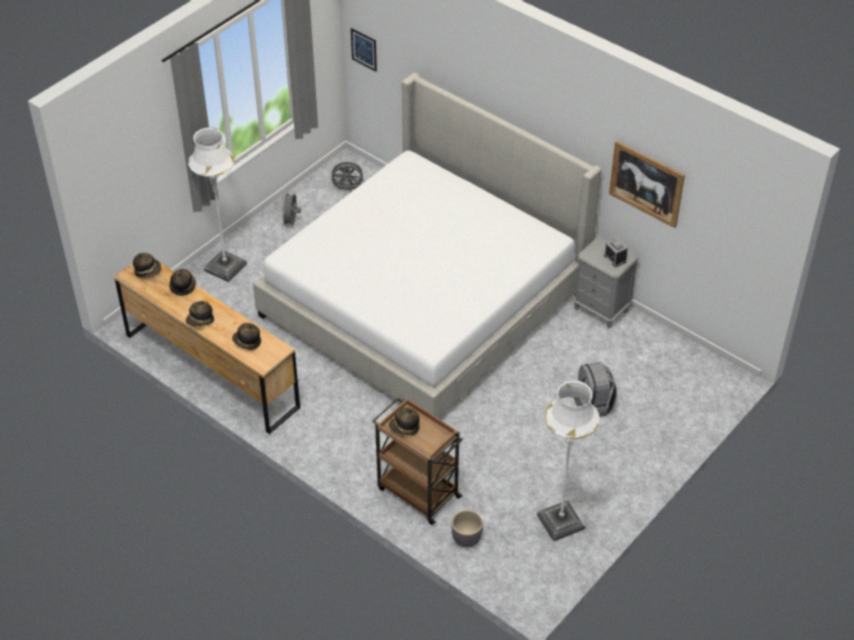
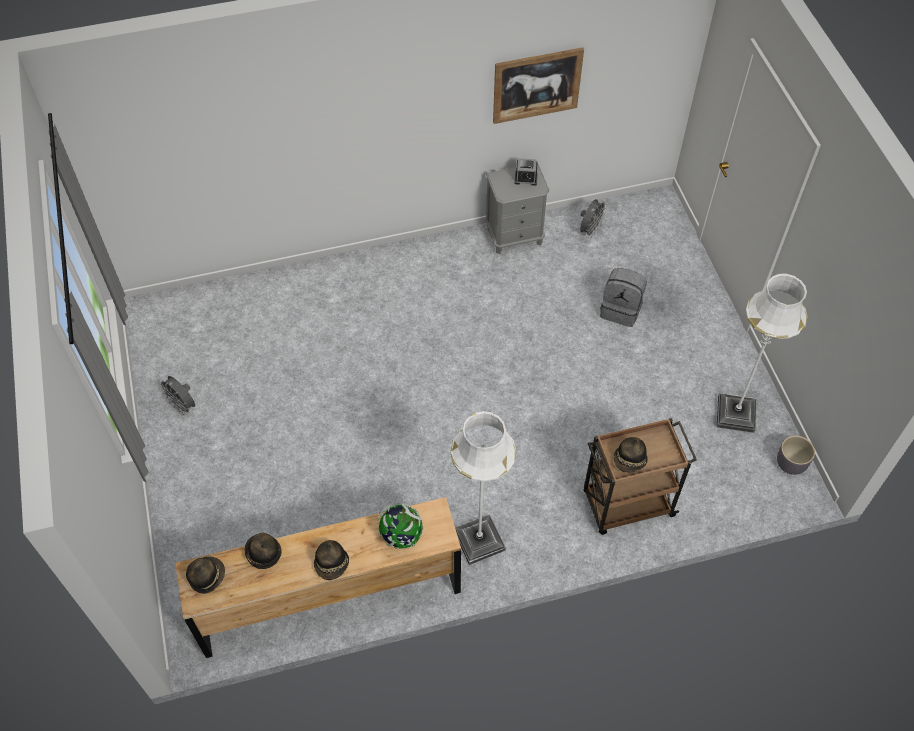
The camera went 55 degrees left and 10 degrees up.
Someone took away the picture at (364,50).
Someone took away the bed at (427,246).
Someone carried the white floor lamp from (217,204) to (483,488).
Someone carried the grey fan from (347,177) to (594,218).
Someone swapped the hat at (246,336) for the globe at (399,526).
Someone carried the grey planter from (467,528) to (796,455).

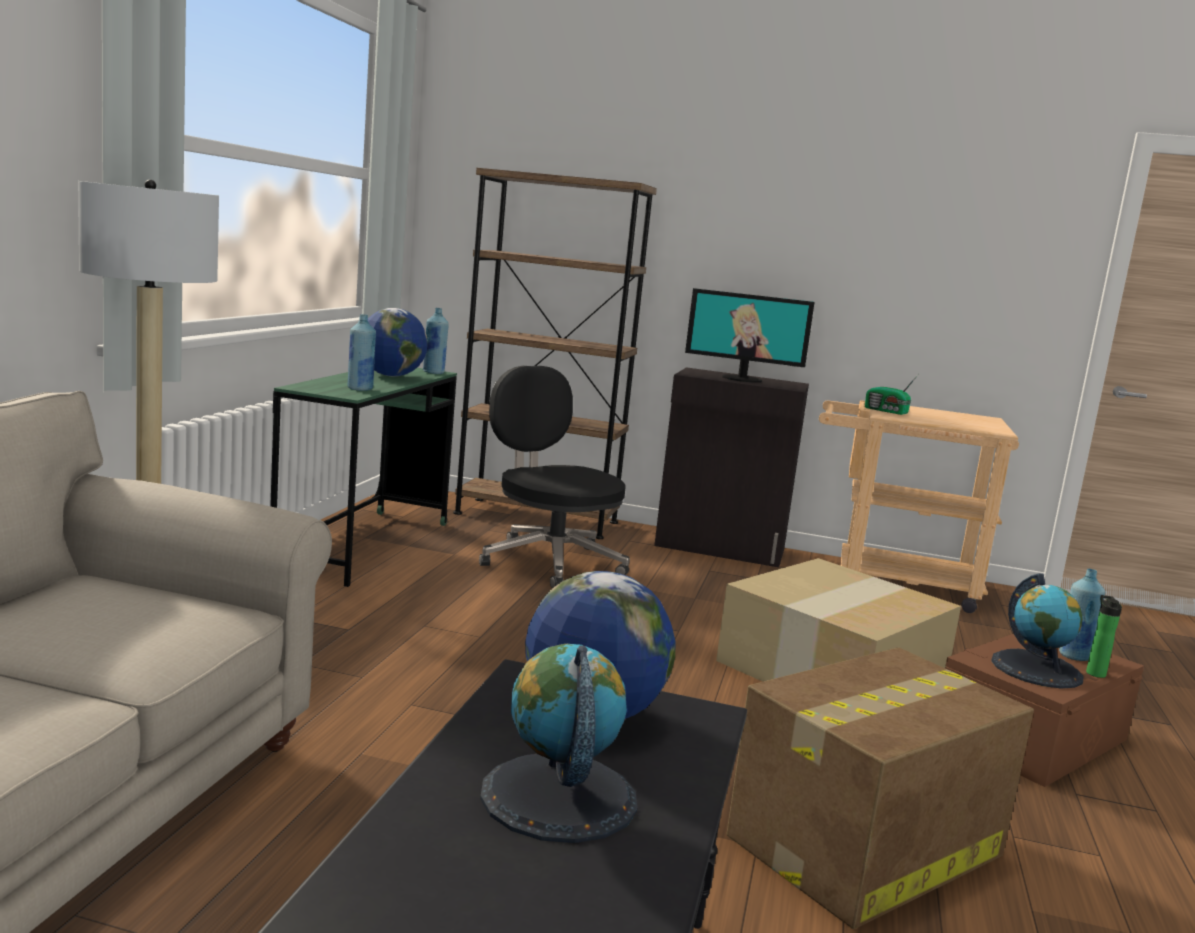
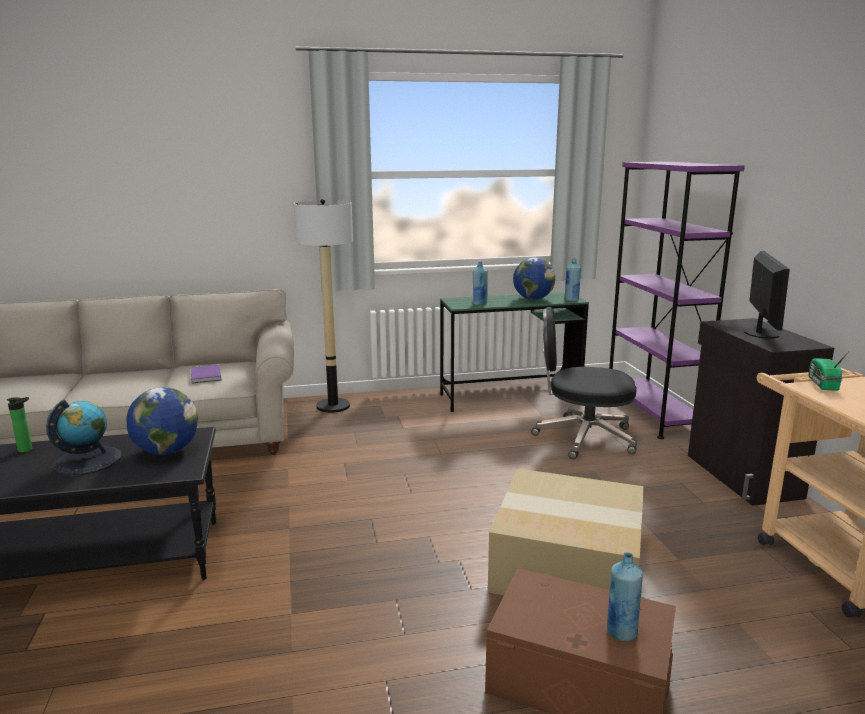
The camera went 65 degrees right and 5 degrees up.
Someone repainted the brown bookcase at (555,353), which became the purple bookcase at (677,300).
Someone rotated the monitor at (750,335) by 150 degrees counterclockwise.
Someone rotated the black office chair at (554,477) by 105 degrees counterclockwise.
Someone took away the globe at (1037,630).
Someone carried the bottle from (1104,636) to (19,424).
Someone took away the cardboard box at (880,788).
Someone put down the purple book at (206,374).

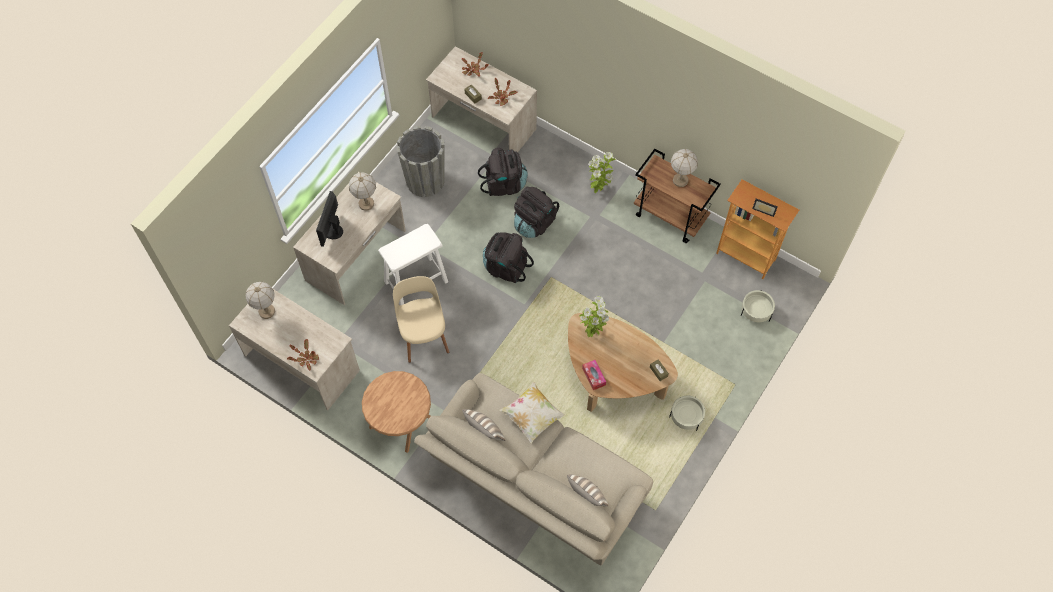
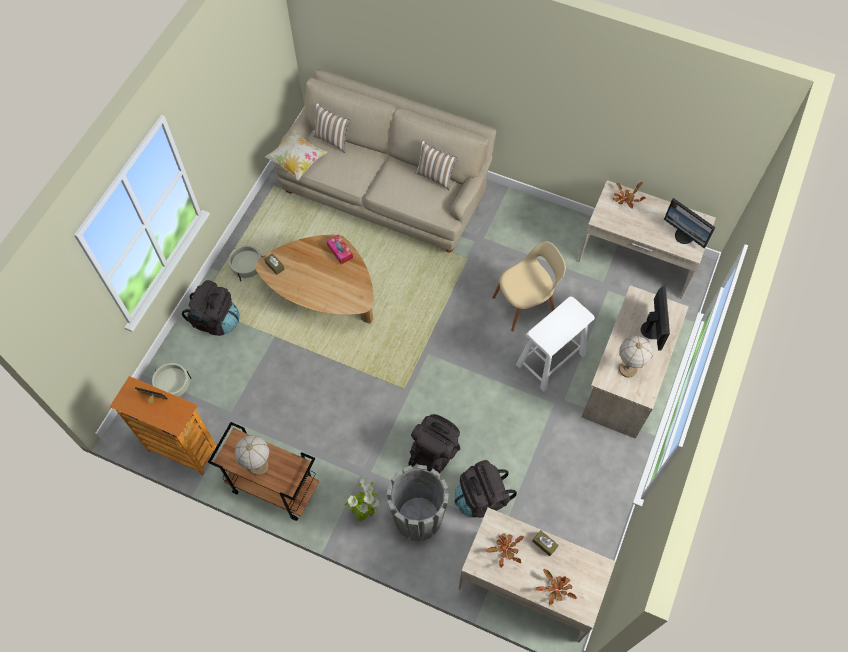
The camera went 170 degrees right and 0 degrees up.
Someone carried the grey planter from (420,161) to (418,503).
Someone carried the black backpack from (508,257) to (210,308).
Someone rotated the beige chair at (421,319) by 90 degrees counterclockwise.
Someone swapped the table lamp at (260,300) for the monitor at (690,223).
Someone took away the potted plant at (594,316).
Someone took away the brown side table at (396,412).
Someone carried the pillow from (532,412) to (296,155).

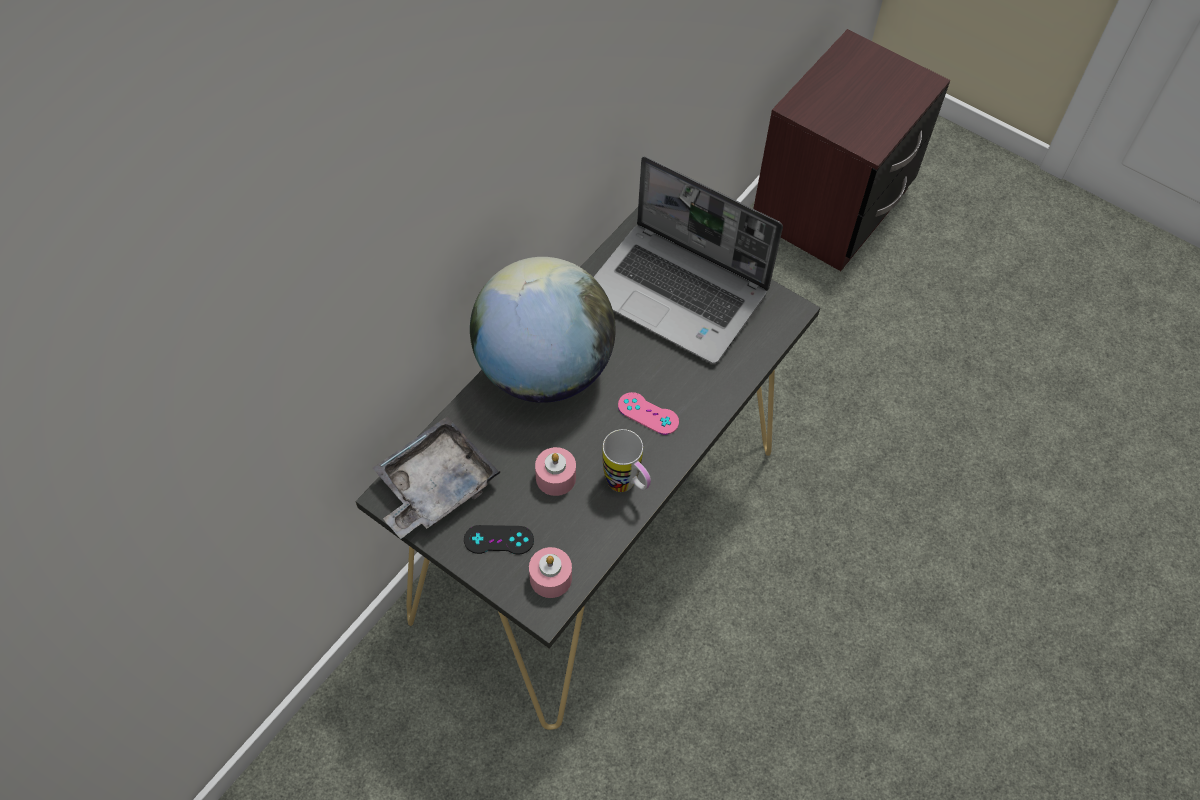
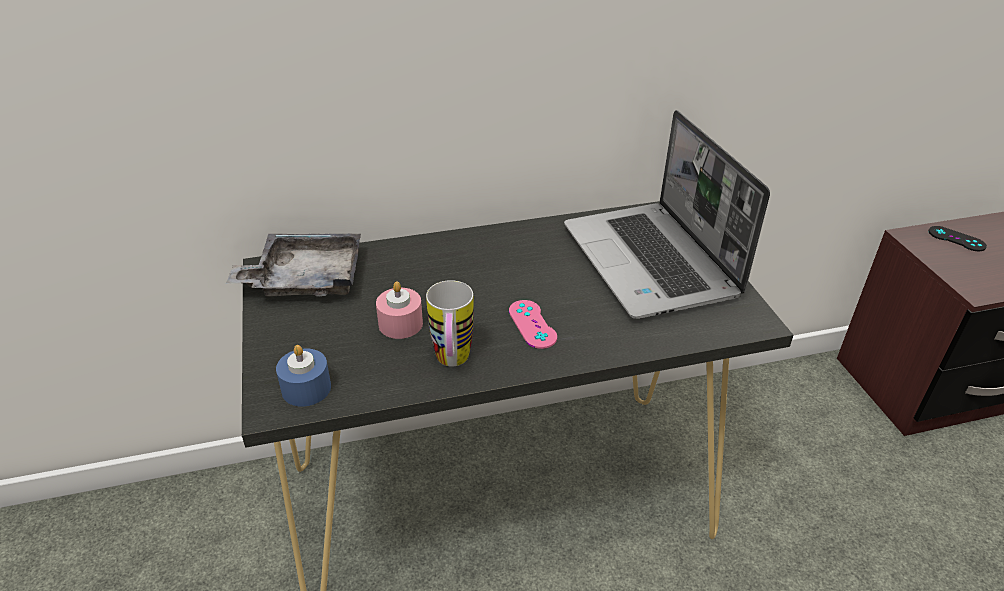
The camera went 40 degrees right and 20 degrees down.
Someone took away the globe at (543,330).
Someone carried the black game controller from (499,540) to (957,238).
Someone repainted the pink candle at (550,572), which became the blue candle at (303,376).

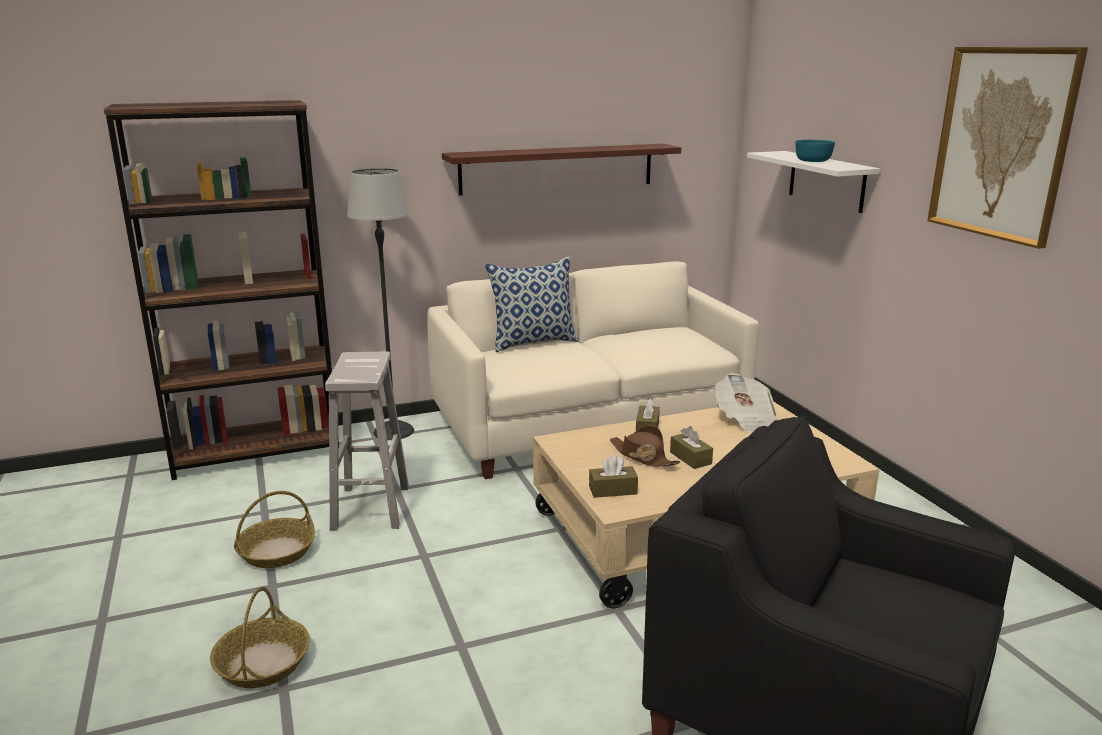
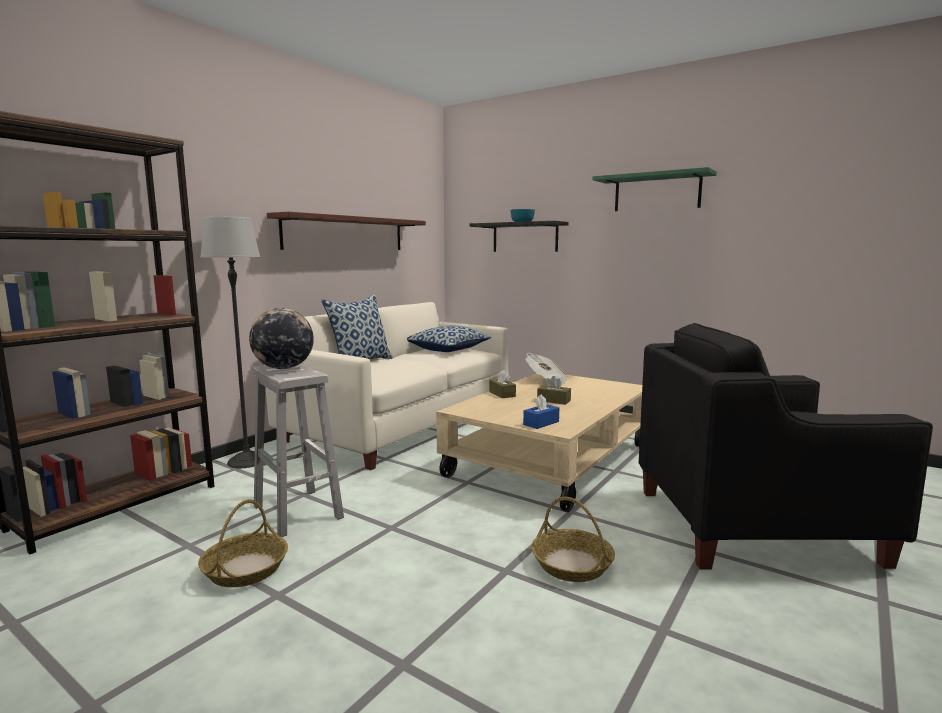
The camera went 35 degrees left and 10 degrees down.
Someone swapped the picture at (1007,148) for the green shelf at (655,189).
Someone repainted the white shelf at (813,182), which became the black shelf at (519,236).
Someone took away the brown hat at (645,446).
Someone repainted the brown tissue box at (613,476), which became the blue tissue box at (541,411).
Someone carried the basket from (260,637) to (573,539).
Someone put down the globe at (281,338).
Someone put down the pillow at (449,338).

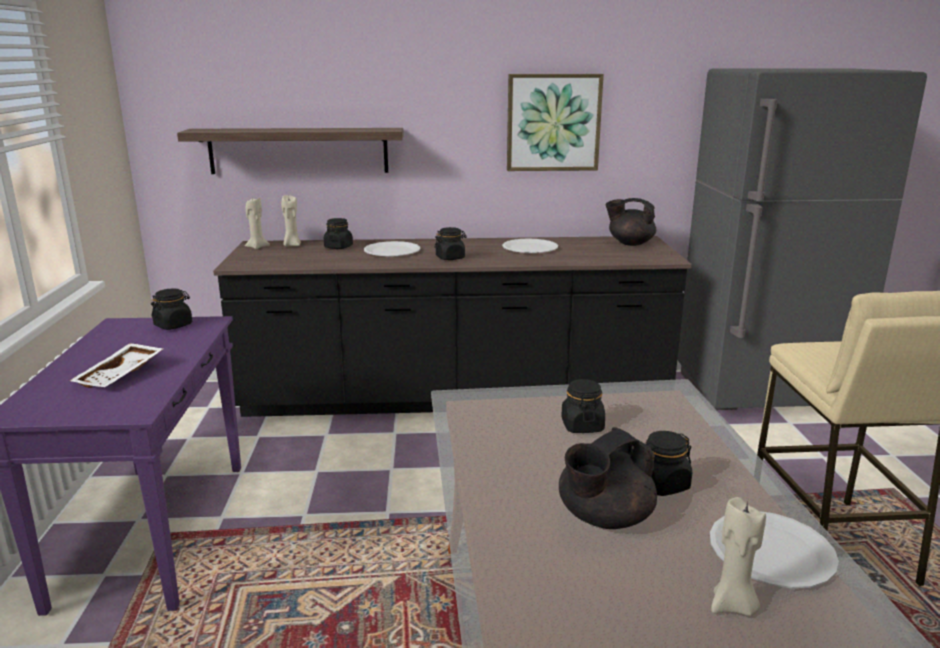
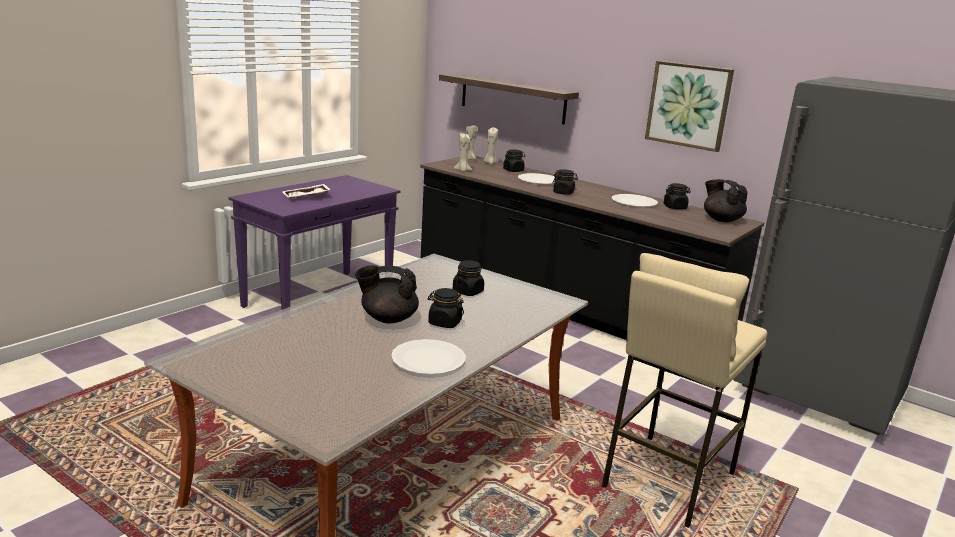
The camera went 40 degrees right and 0 degrees up.
Someone carried the black jar from (171,309) to (677,196).
Someone carried the beige candle from (738,556) to (463,152).

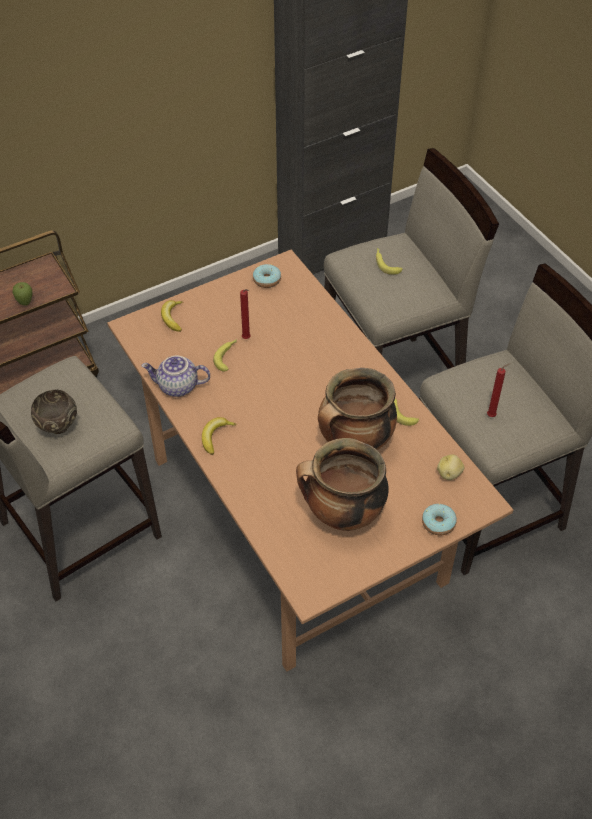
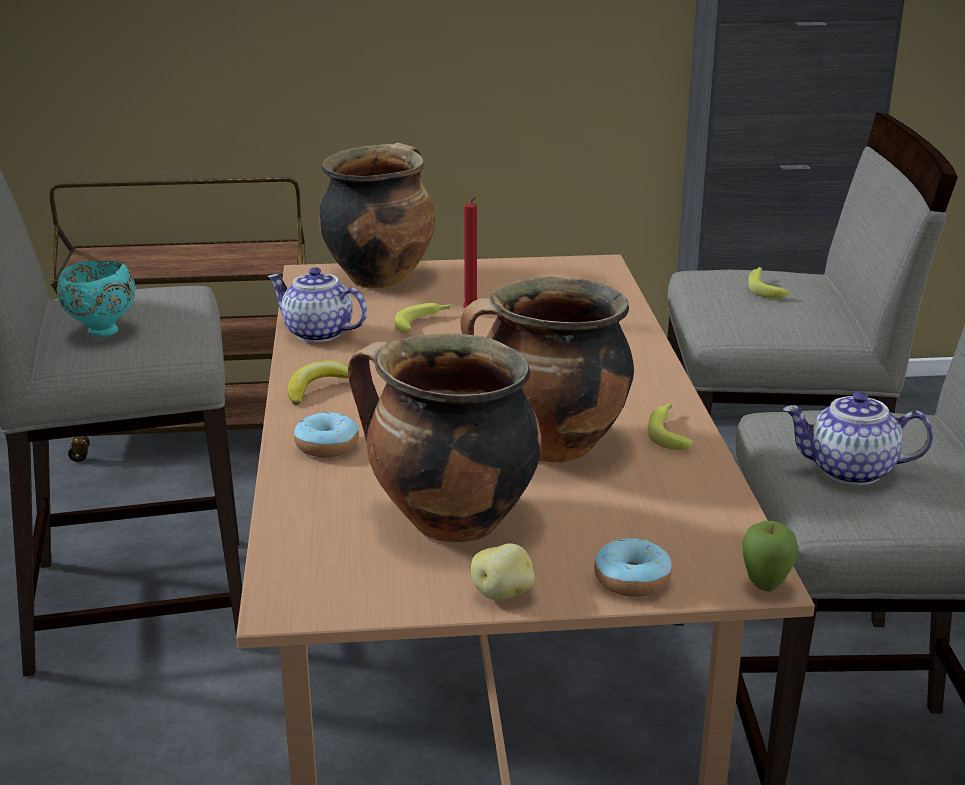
The camera went 25 degrees right and 25 degrees down.
Someone carried the donut from (267,276) to (326,434).
Someone carried the apple from (22,294) to (770,556).
Someone swapped the banana at (172,316) for the cooking pot at (376,215).
Someone swapped the red candle at (499,390) for the teapot at (858,438).
Someone repainted the brown bowl at (54,412), which became the turquoise bowl at (96,299).
Someone carried the potato from (451,467) to (503,571).

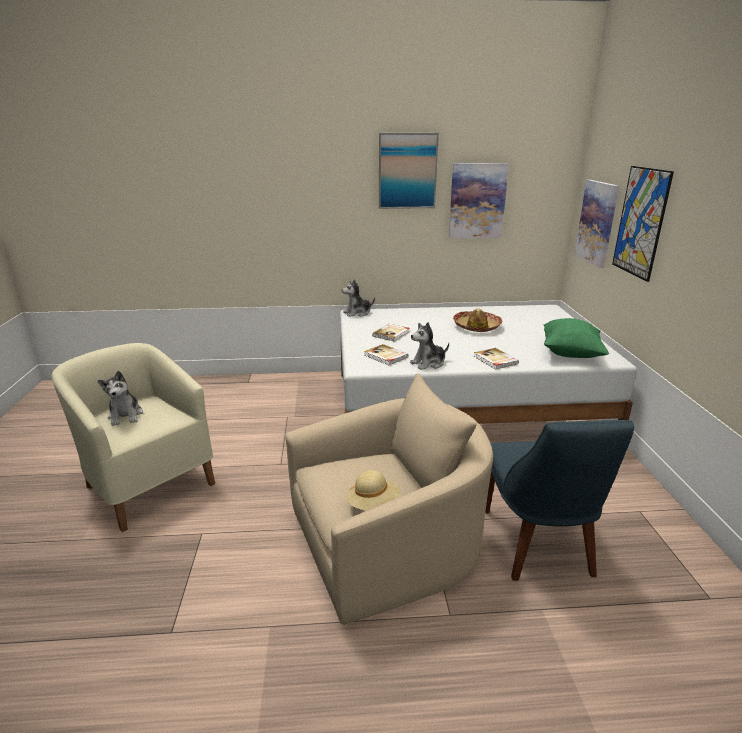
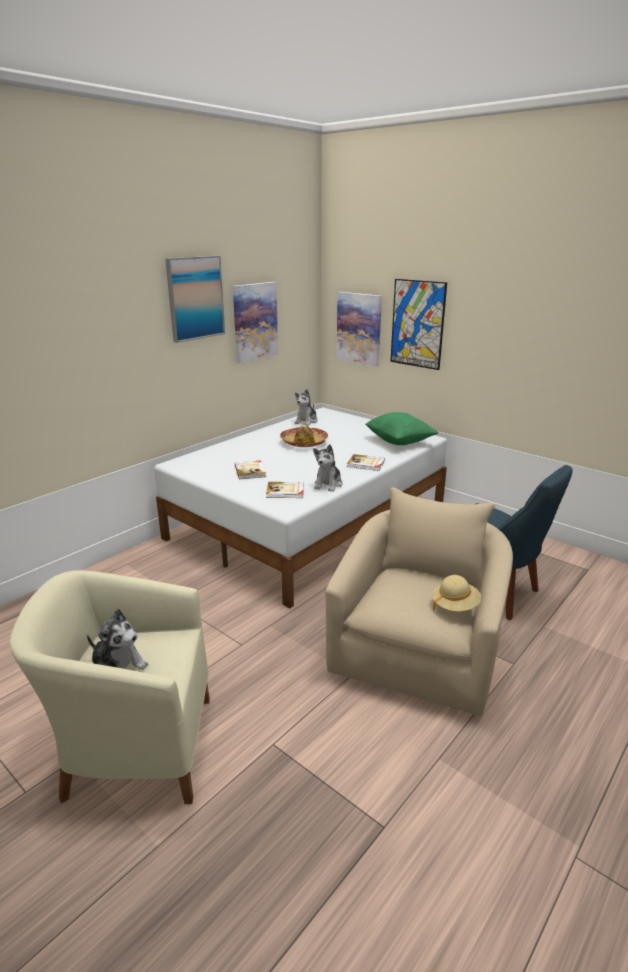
The camera went 45 degrees left and 0 degrees up.
Someone carried the plush toy from (358,298) to (306,407).

